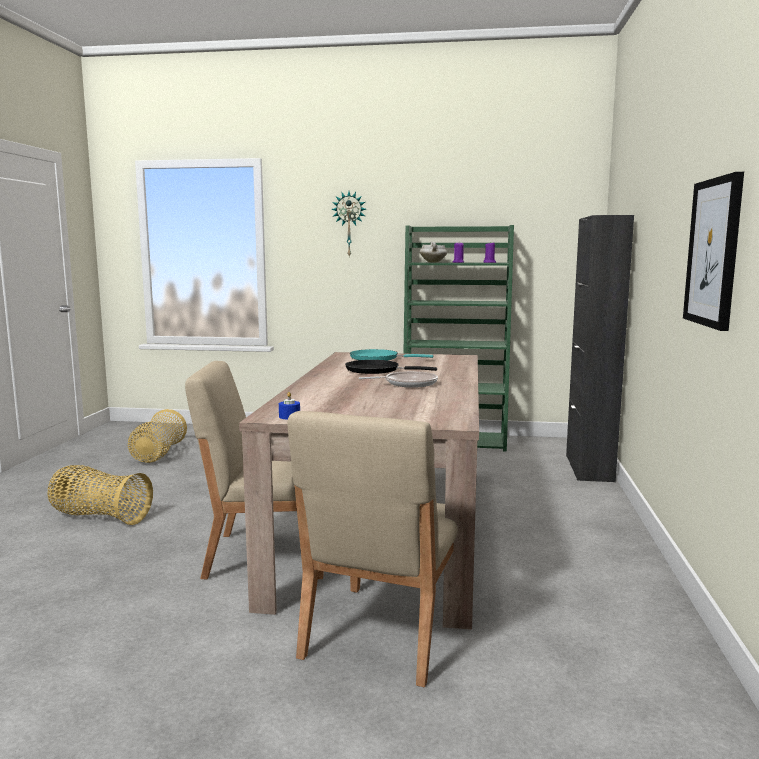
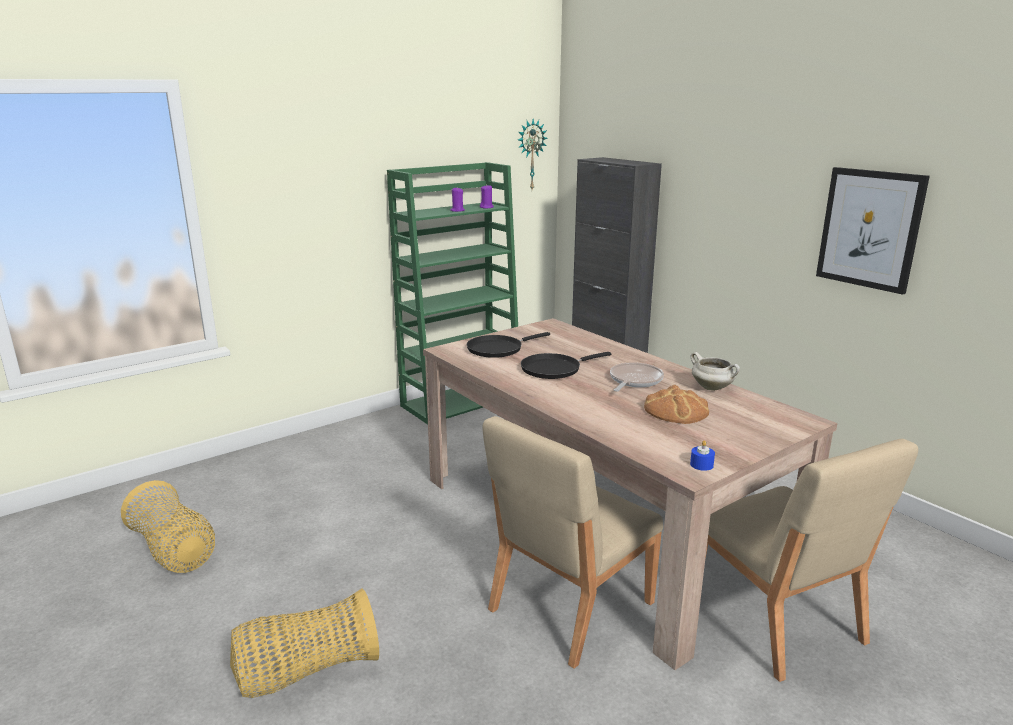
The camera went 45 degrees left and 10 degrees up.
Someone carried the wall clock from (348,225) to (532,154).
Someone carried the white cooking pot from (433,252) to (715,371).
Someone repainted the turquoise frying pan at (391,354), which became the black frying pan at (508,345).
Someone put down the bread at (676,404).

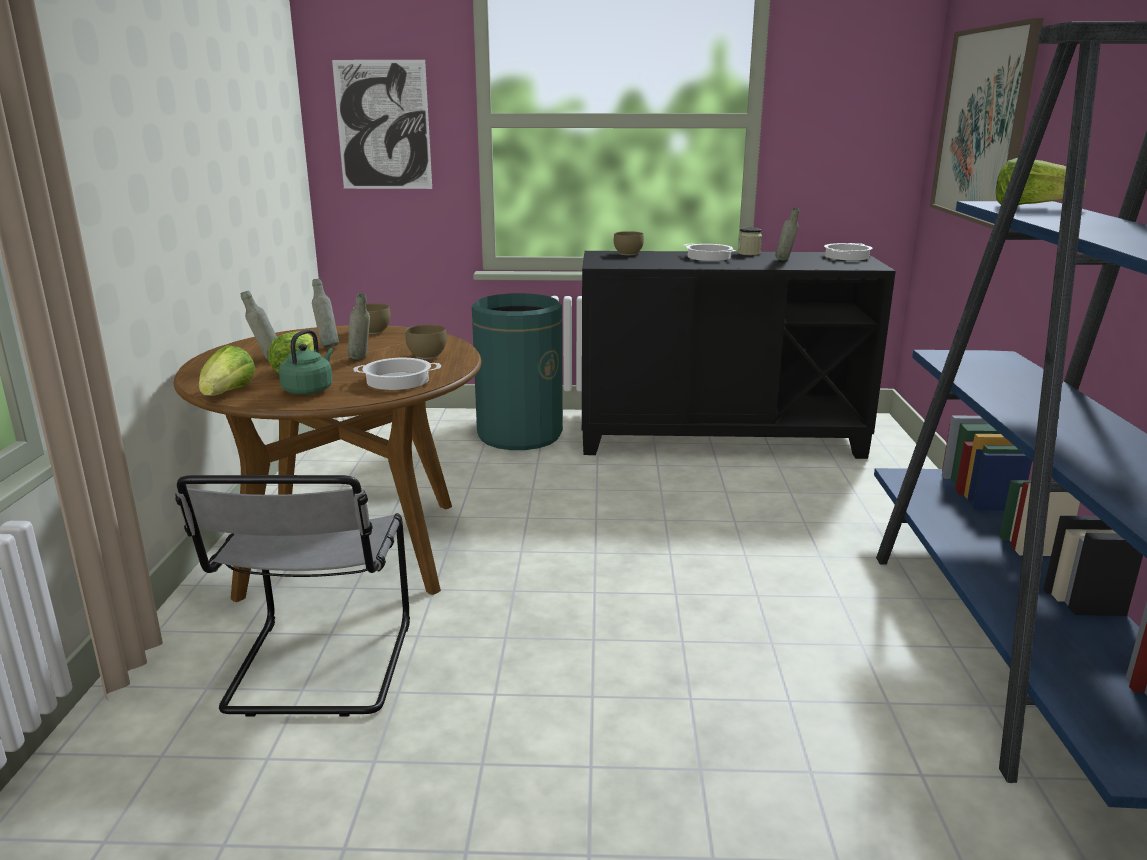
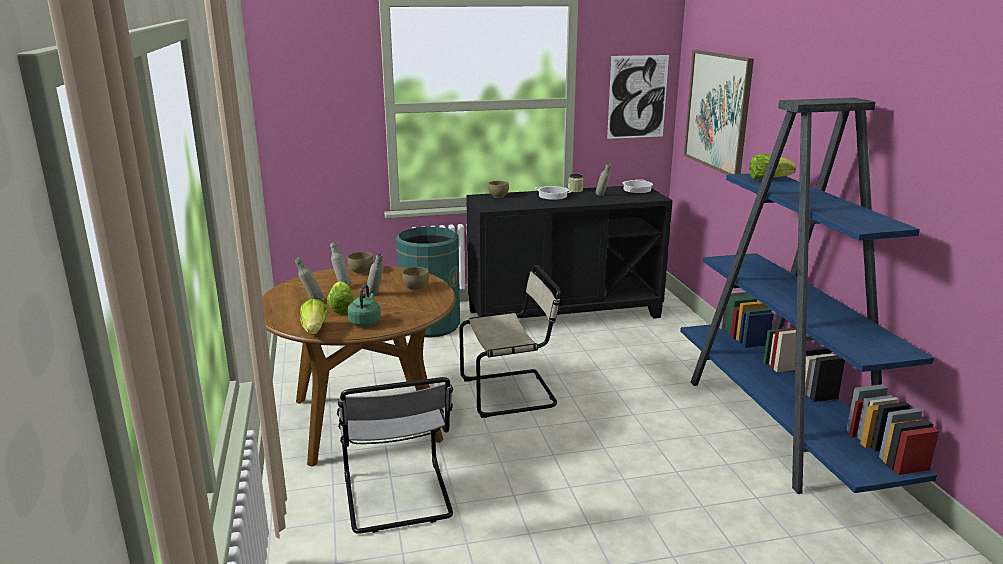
The camera went 15 degrees left and 0 degrees up.
Someone carried the picture from (382,124) to (638,97).
Someone took away the cooking pot at (397,374).
Someone put down the beige chair at (509,341).

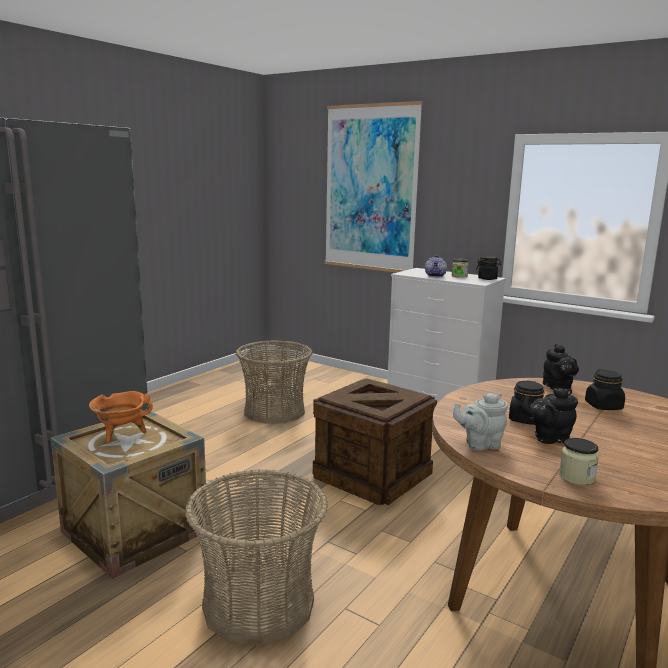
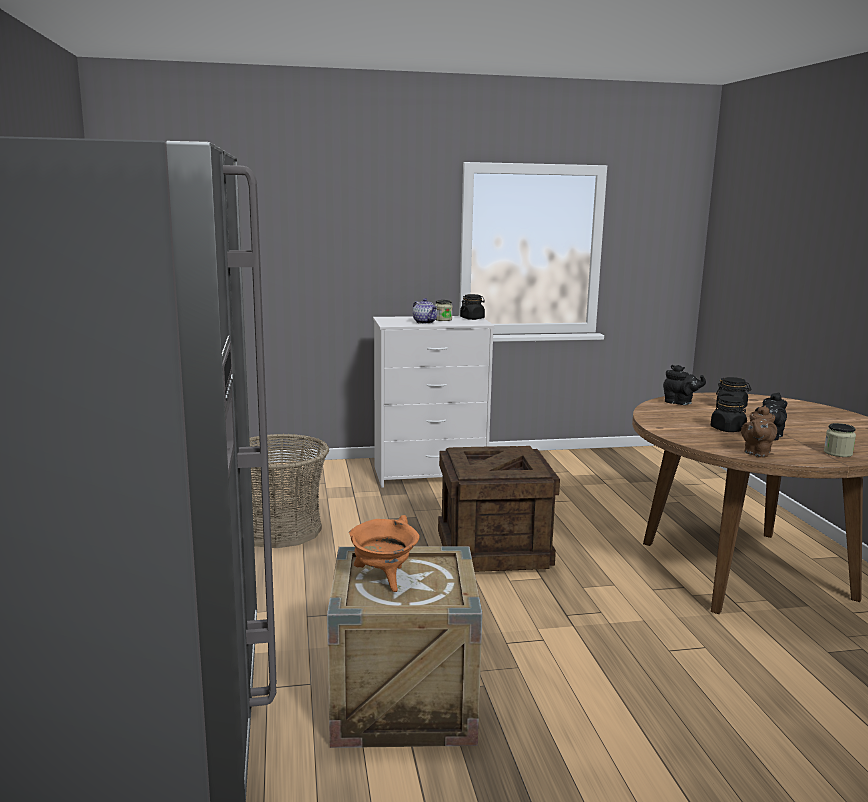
The camera went 45 degrees left and 0 degrees up.
Someone took away the picture at (374,187).
Someone repainted the grey teapot at (480,422), which became the brown teapot at (759,431).
Someone took away the basket at (256,557).

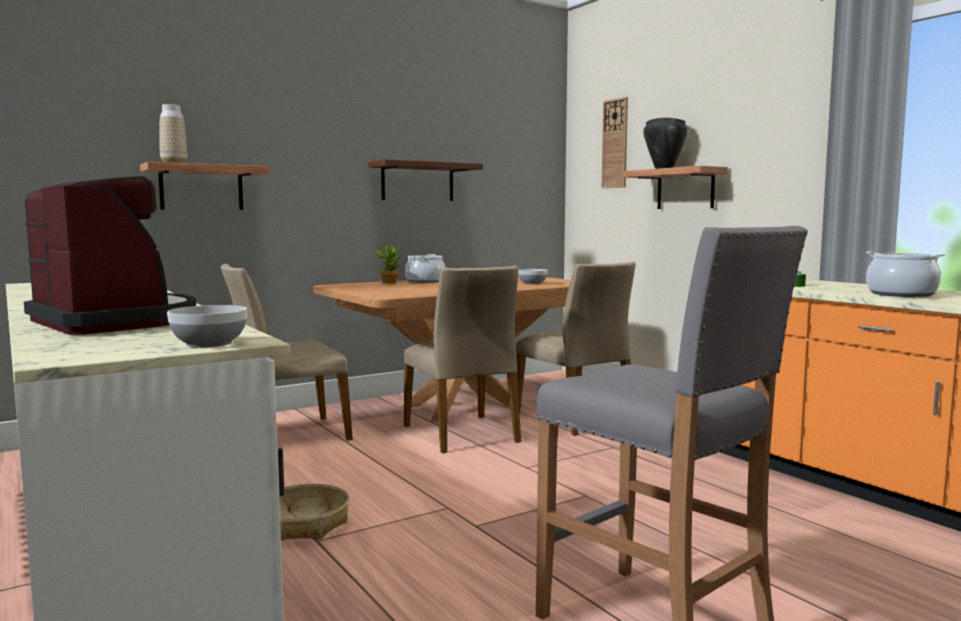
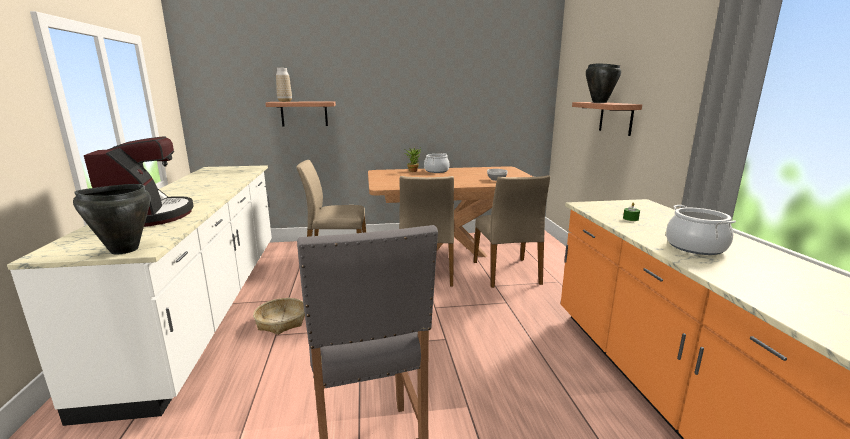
The camera went 25 degrees right and 10 degrees up.
Someone took away the wall clock at (614,142).
Someone took away the brown shelf at (425,180).
Someone swapped the bowl at (207,326) for the black cooking pot at (112,219).

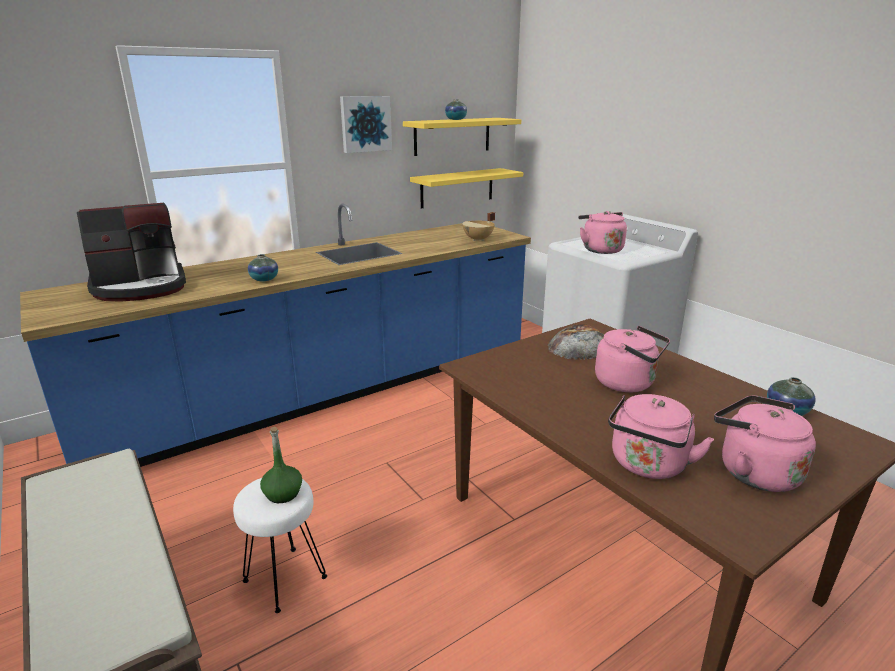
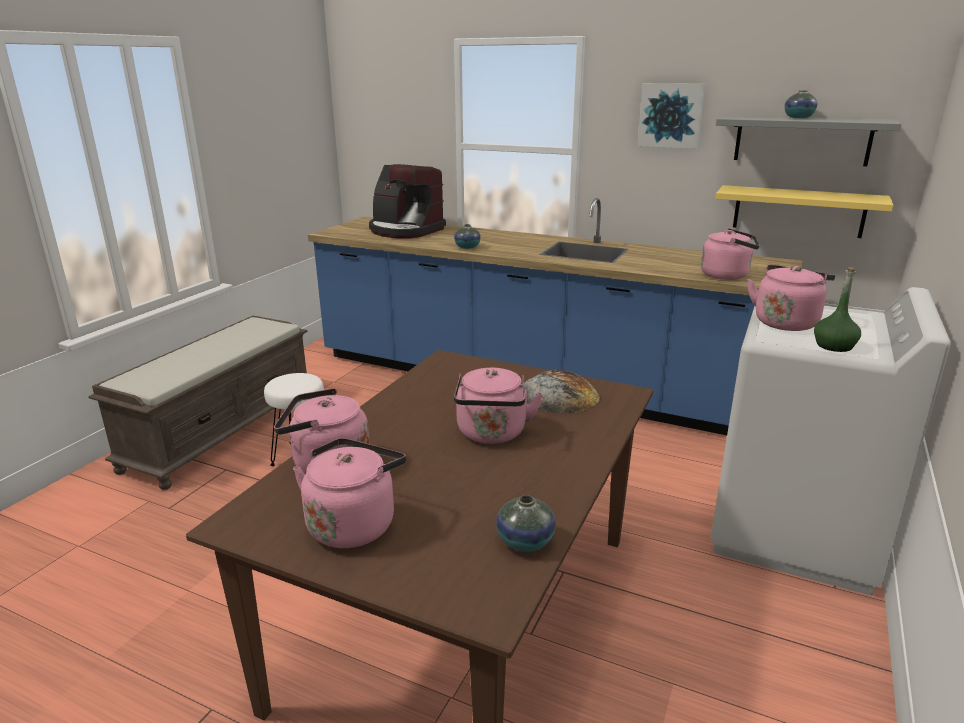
The camera went 60 degrees right and 0 degrees up.
Someone repainted the yellow shelf at (462,137), which became the grey shelf at (808,140).
Someone swapped the beige cooking pot at (478,226) for the pink kettle at (730,254).
Someone carried the green bottle from (281,465) to (837,309).

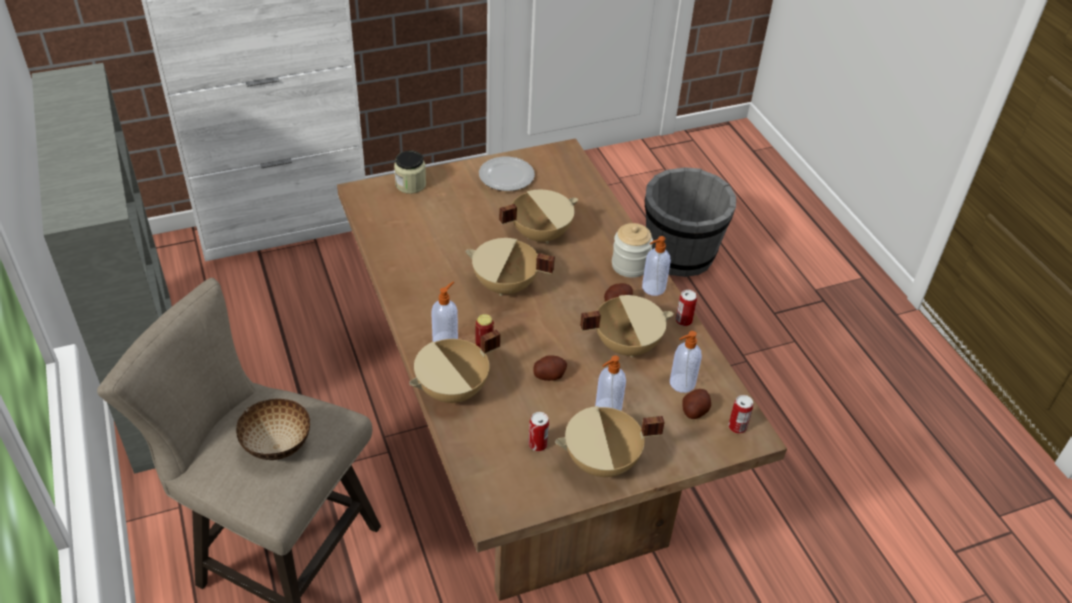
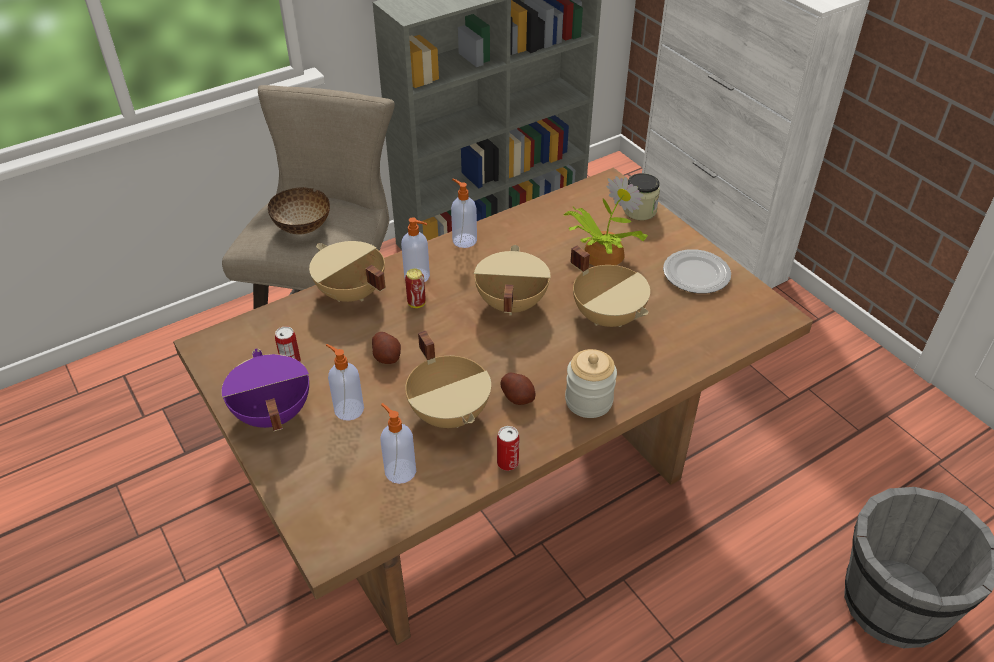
The camera went 80 degrees right and 0 degrees up.
Someone carried the soap dispenser from (656,266) to (464,213).
Someone took away the potato at (697,404).
Someone took away the can at (740,414).
Someone repainted the beige cooking pot at (609,441), which became the purple cooking pot at (265,390).
Someone put down the potted plant at (605,221).

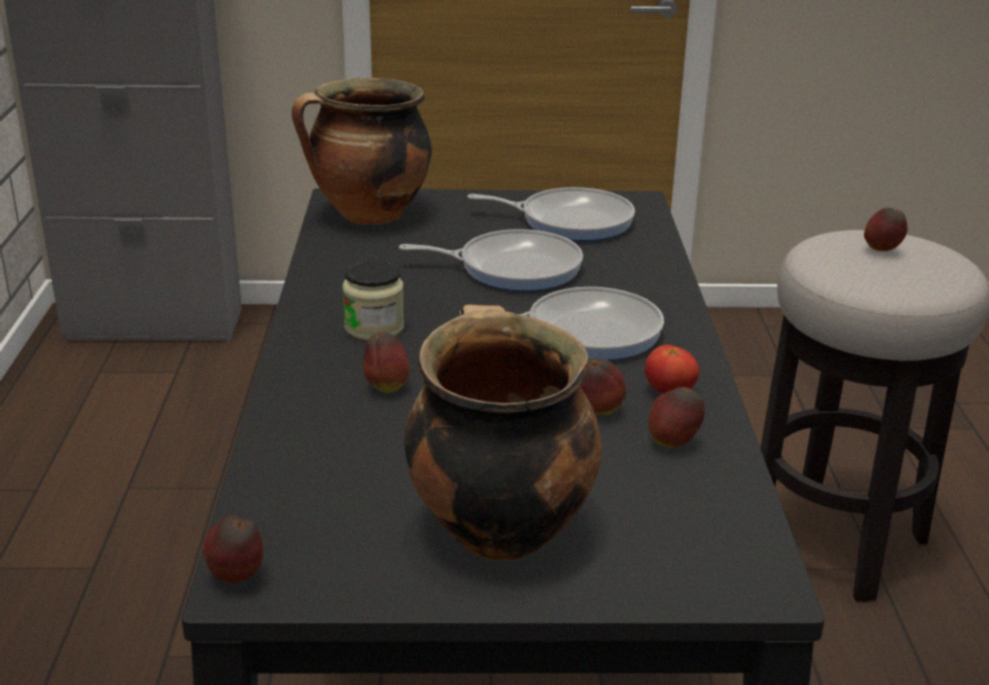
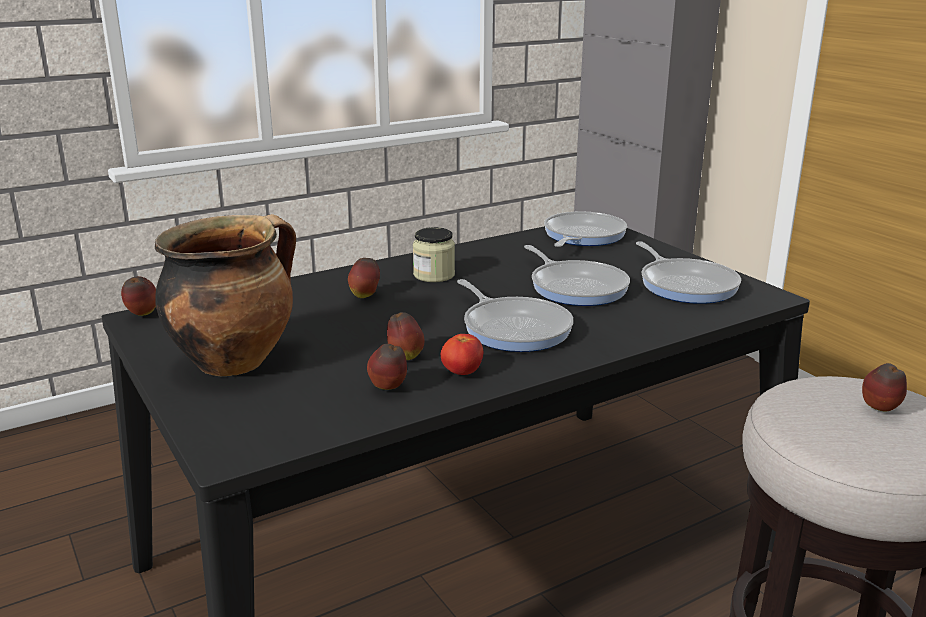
The camera went 60 degrees right and 5 degrees down.
Someone swapped the cooking pot at (362,151) for the frying pan at (585,229).

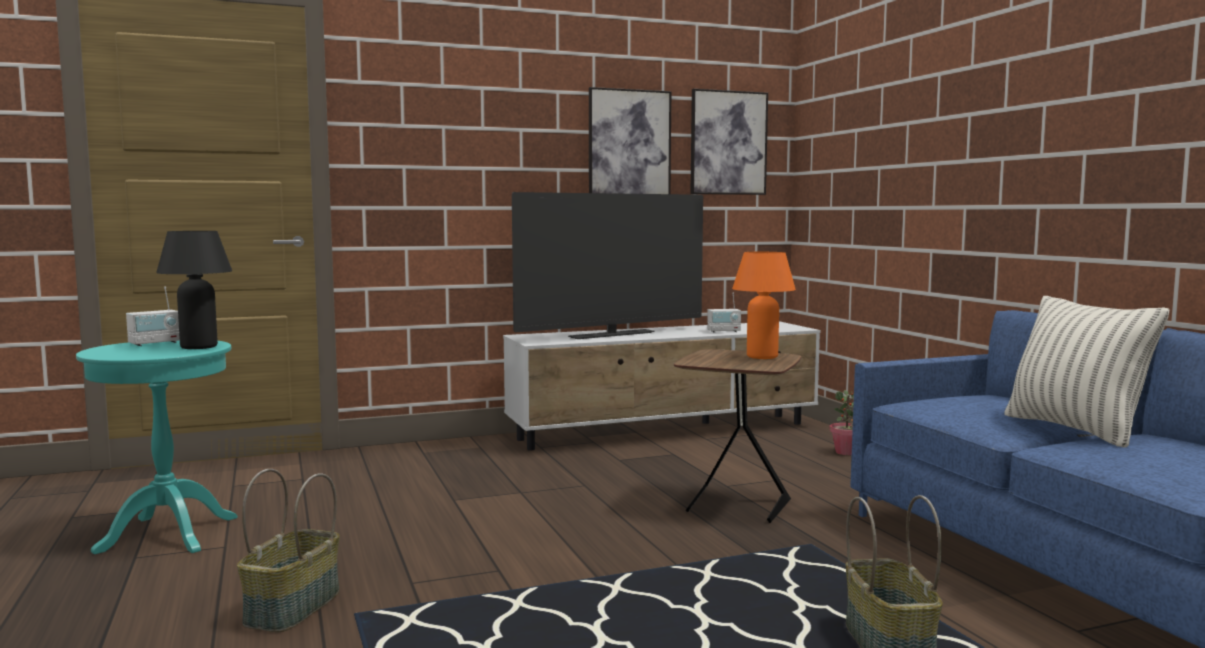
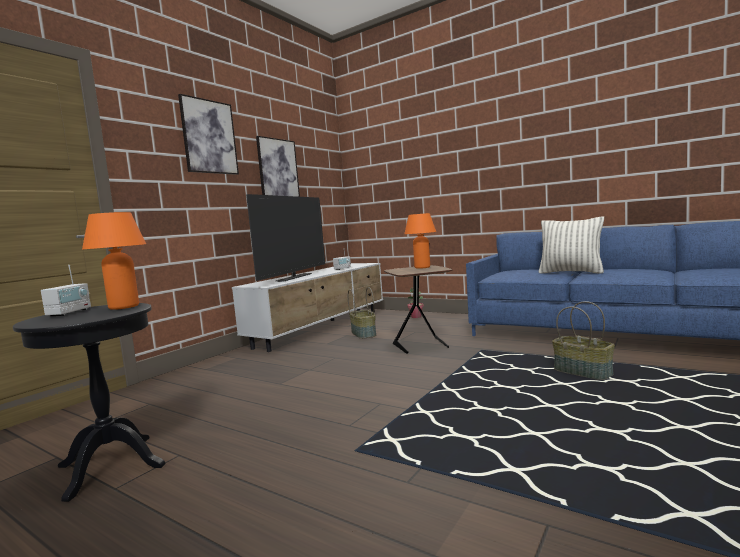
The camera went 35 degrees left and 0 degrees up.
Someone carried the picture from (729,142) to (208,134).
Someone repainted the black table lamp at (194,290), which became the orange table lamp at (114,261).
Someone repainted the turquoise side table at (157,447), which became the black side table at (89,402).
Someone carried the basket from (288,550) to (362,313).

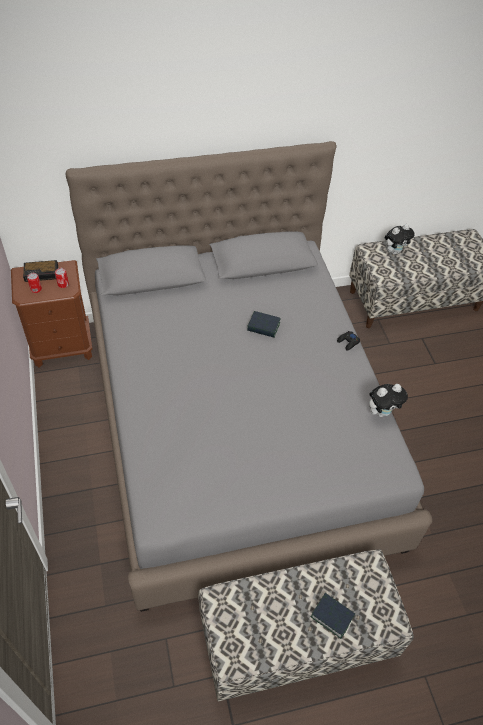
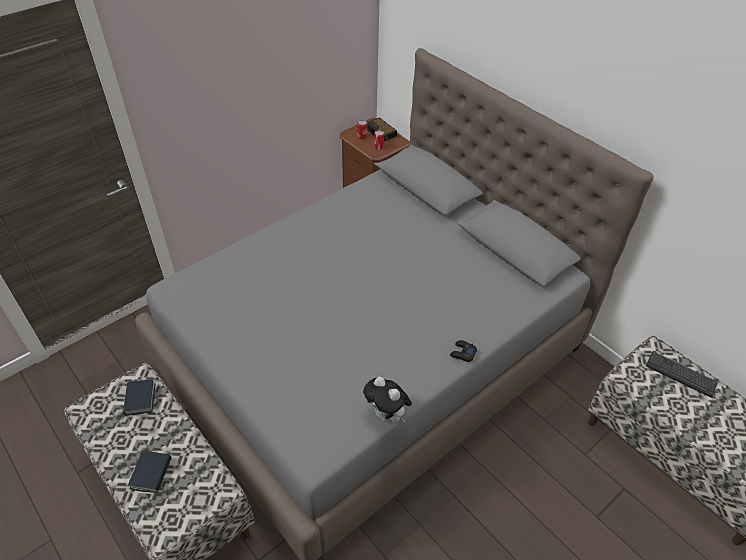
The camera went 65 degrees right and 5 degrees down.
Someone swapped the plush toy at (399,239) for the keyboard at (682,374).
Someone carried the book from (264,324) to (139,397).

